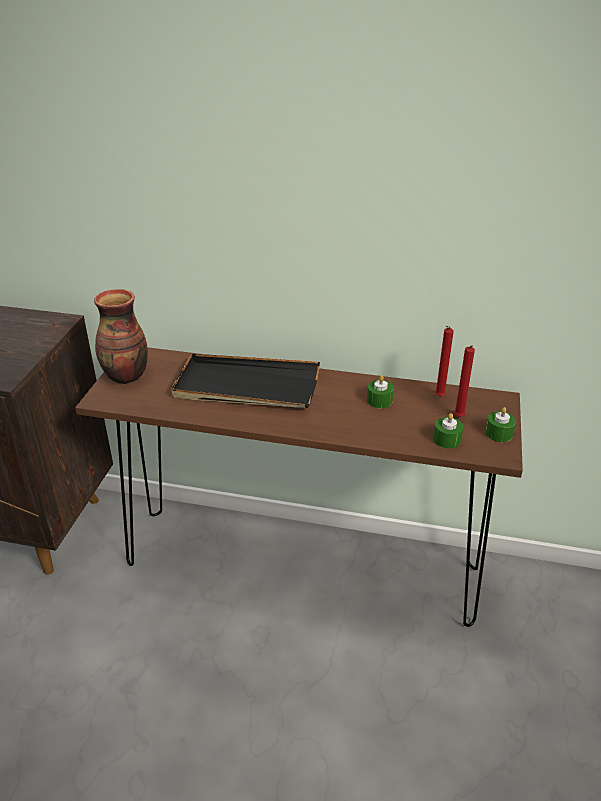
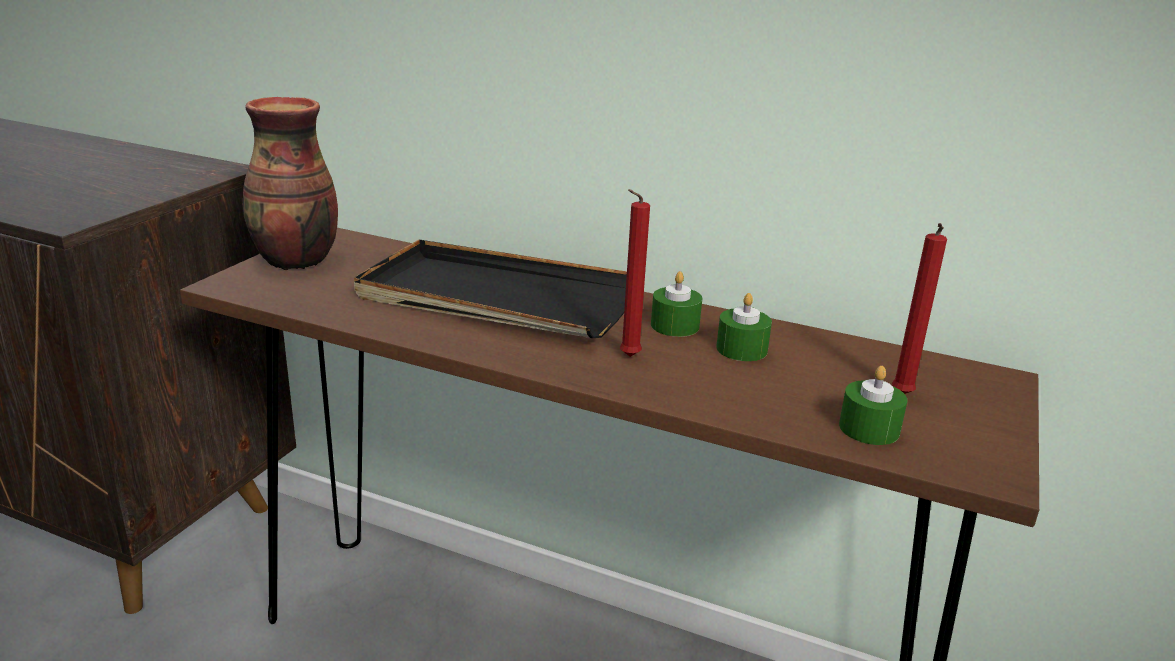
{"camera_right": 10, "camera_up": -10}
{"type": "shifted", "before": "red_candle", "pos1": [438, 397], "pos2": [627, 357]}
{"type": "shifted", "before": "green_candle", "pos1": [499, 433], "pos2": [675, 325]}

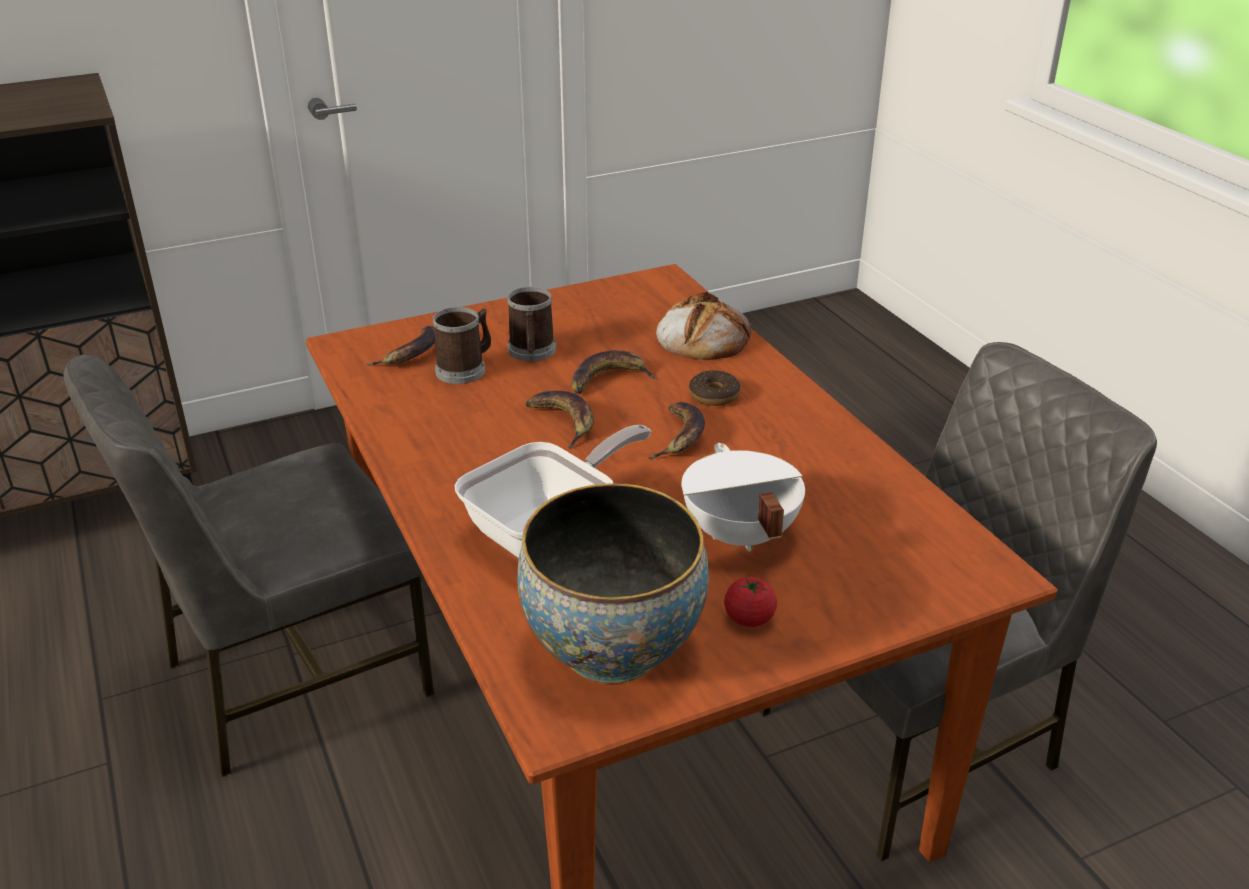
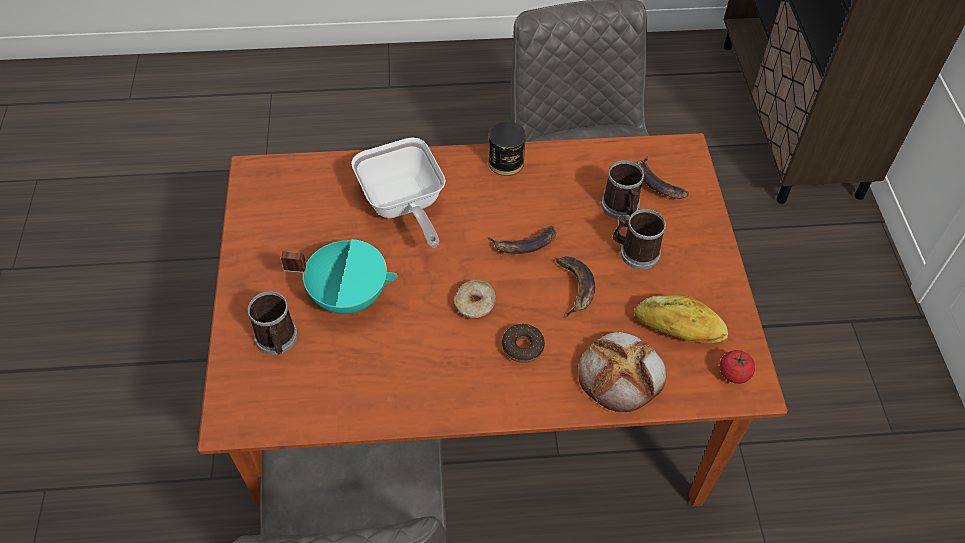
{"camera_right": 110, "camera_up": 20}
{"type": "new", "after": "mug", "pos2": [277, 340]}
{"type": "repainted", "before": "white_cooking_pot", "after": "turquoise_cooking_pot", "pos1": [738, 535], "pos2": [349, 295]}
{"type": "swapped", "before": "banana", "after": "donut", "pos1": [679, 436], "pos2": [475, 304]}
{"type": "new", "after": "can", "pos2": [506, 162]}
{"type": "new", "after": "bread", "pos2": [678, 328]}
{"type": "shifted", "before": "tomato", "pos1": [749, 618], "pos2": [734, 374]}
{"type": "gone", "before": "bowl", "pos1": [612, 649]}

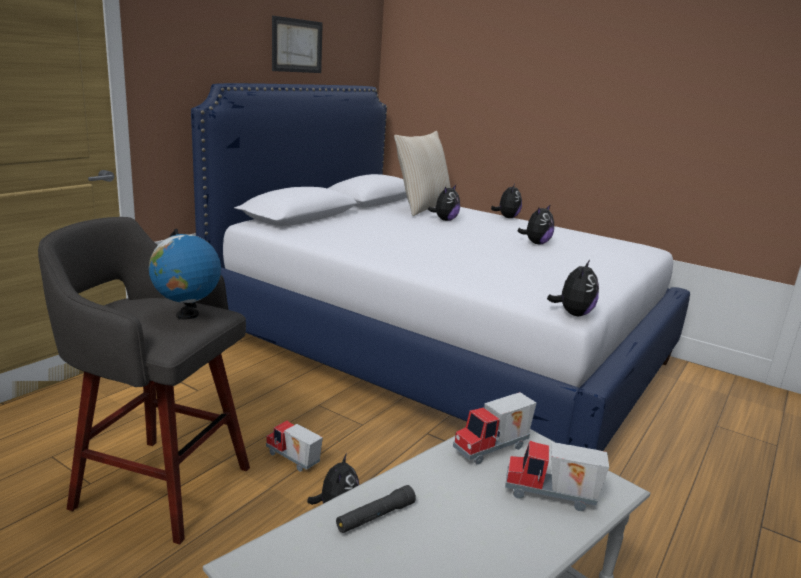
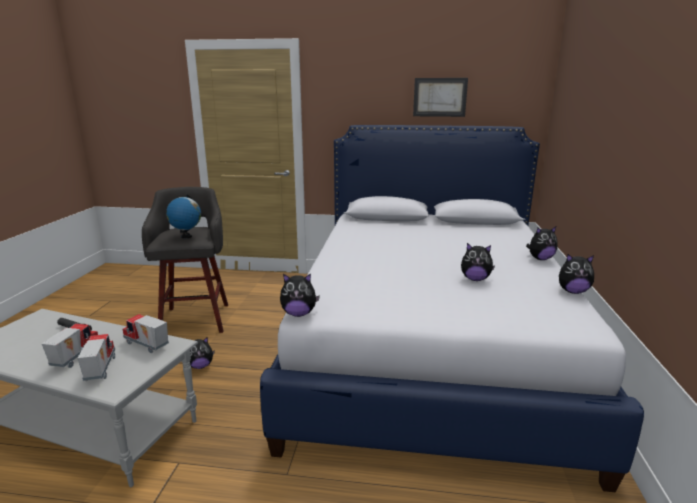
{"camera_right": 65, "camera_up": 0}
{"type": "shifted", "before": "toy_truck", "pos1": [292, 460], "pos2": [74, 357]}
{"type": "shifted", "before": "plush_toy", "pos1": [445, 220], "pos2": [572, 291]}
{"type": "gone", "before": "beige_pillow", "pos1": [422, 208]}

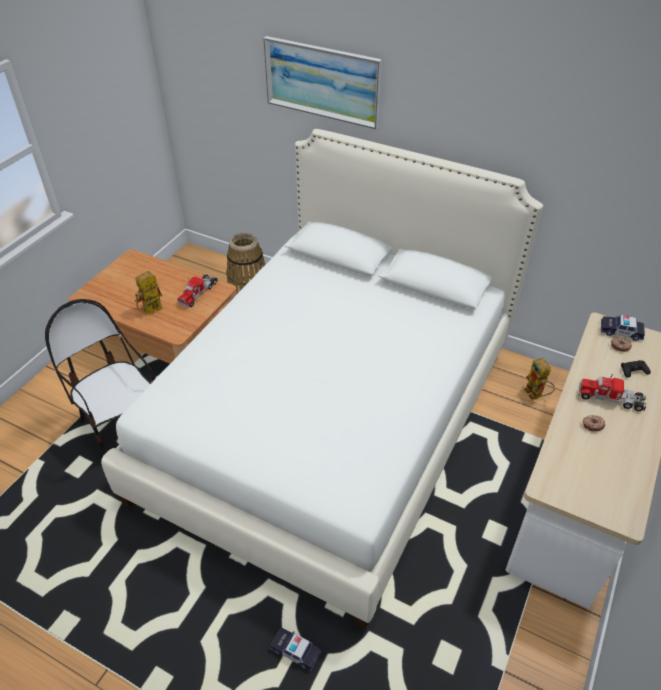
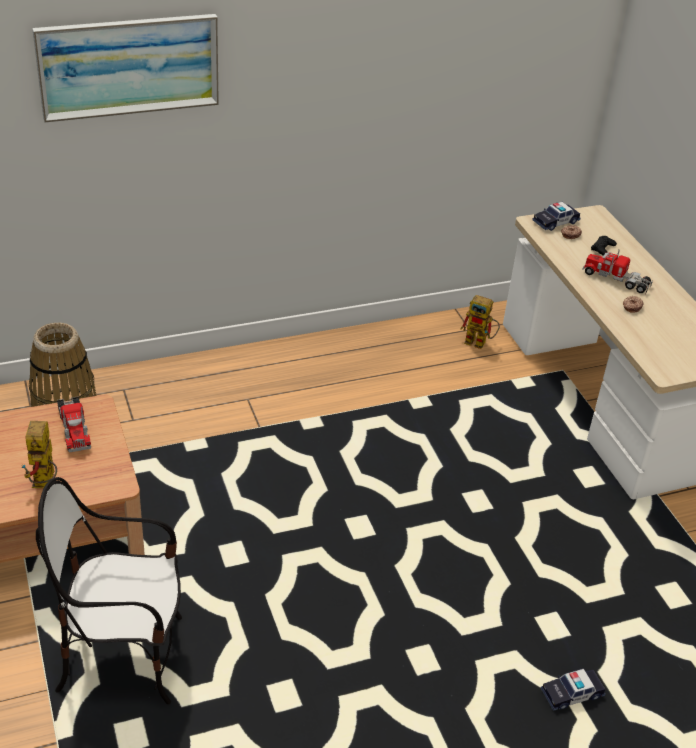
{"camera_right": -50, "camera_up": -5}
{"type": "rotated", "before": "toy_truck", "pos1": [610, 398], "pos2": [616, 279], "turn": 60}
{"type": "gone", "before": "white_bed", "pos1": [331, 421]}

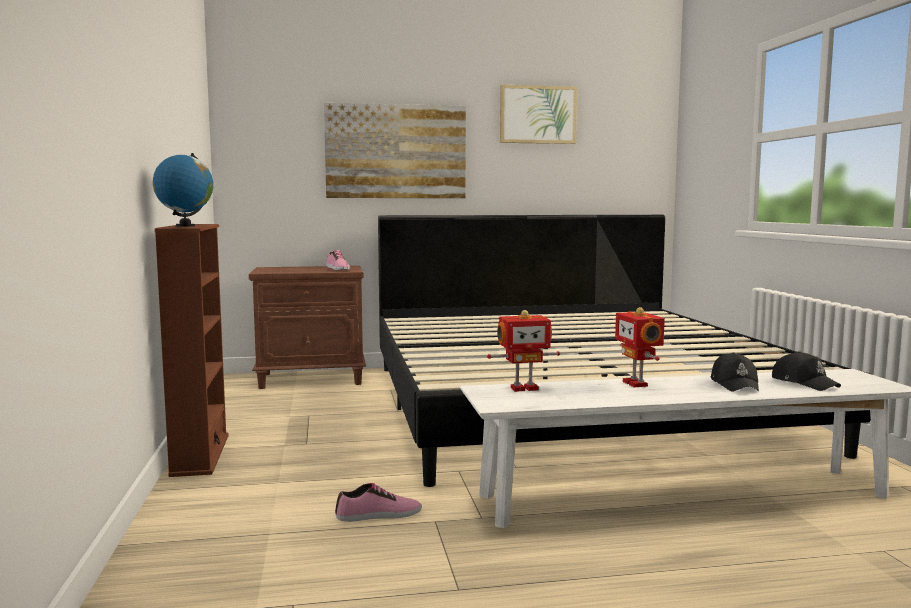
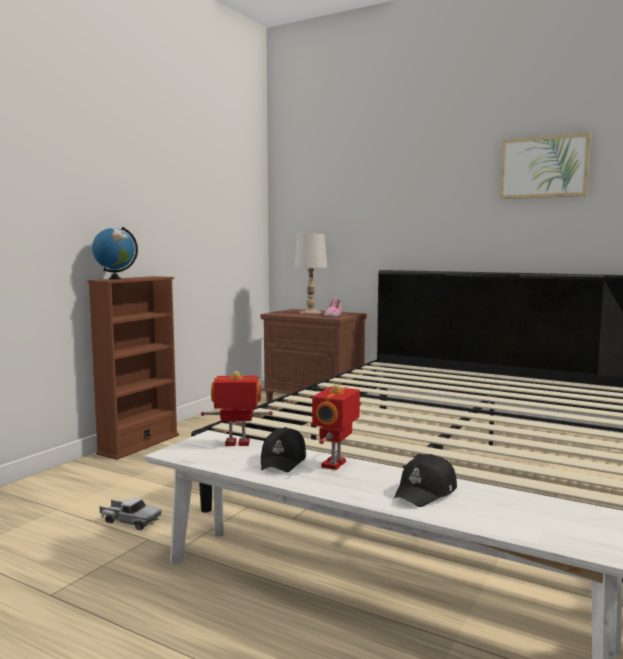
{"camera_right": 40, "camera_up": 0}
{"type": "swapped", "before": "shoe", "after": "toy_truck", "pos1": [379, 515], "pos2": [130, 521]}
{"type": "rotated", "before": "toy_robot", "pos1": [523, 388], "pos2": [237, 444], "turn": 150}
{"type": "shifted", "before": "black_cap", "pos1": [804, 383], "pos2": [284, 461]}
{"type": "new", "after": "white_table_lamp", "pos2": [310, 312]}
{"type": "gone", "before": "picture", "pos1": [396, 151]}

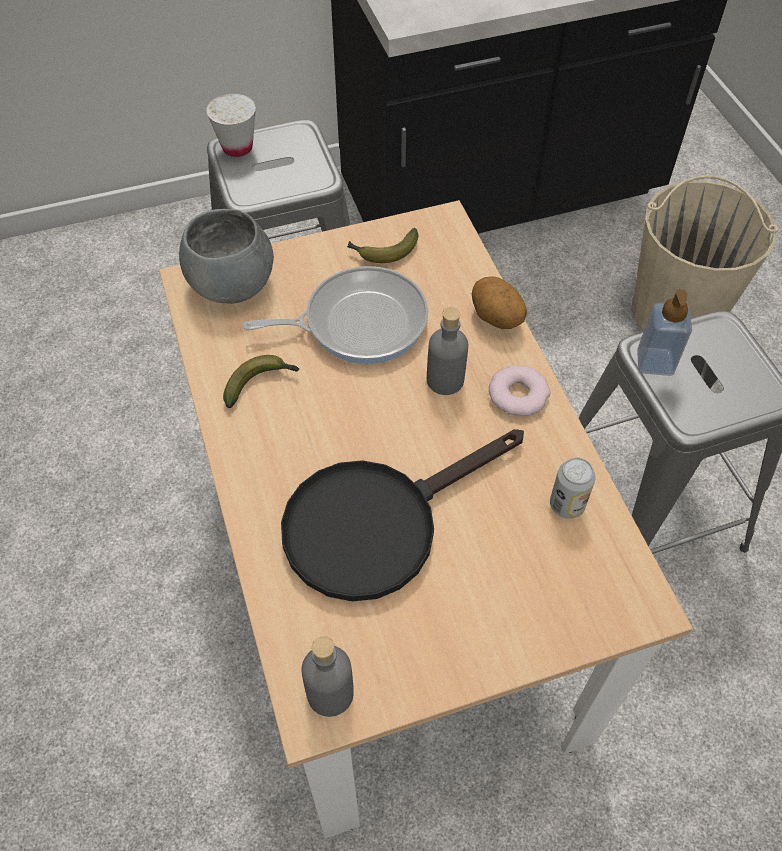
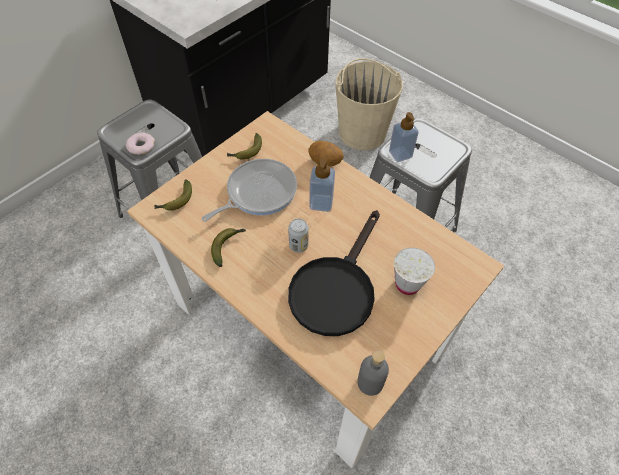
{"camera_right": -30, "camera_up": 0}
{"type": "shifted", "before": "donut", "pos1": [518, 394], "pos2": [141, 146]}
{"type": "swapped", "before": "grey_bowl", "after": "banana", "pos1": [233, 284], "pos2": [176, 201]}
{"type": "shifted", "before": "can", "pos1": [567, 505], "pos2": [298, 245]}
{"type": "swapped", "before": "grey_bottle", "after": "soap_dispenser", "pos1": [445, 380], "pos2": [321, 203]}
{"type": "shifted", "before": "white_cup", "pos1": [237, 147], "pos2": [407, 284]}

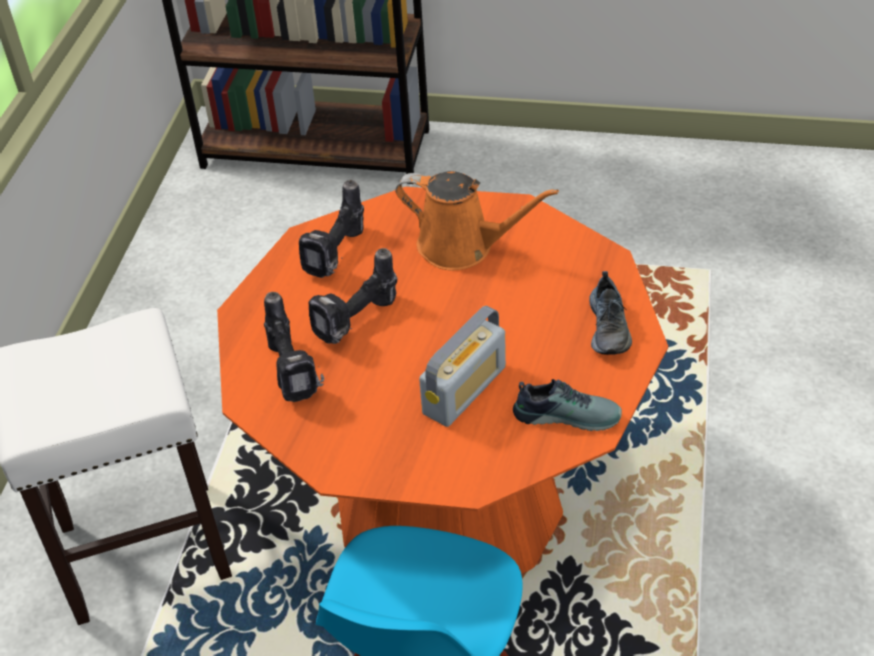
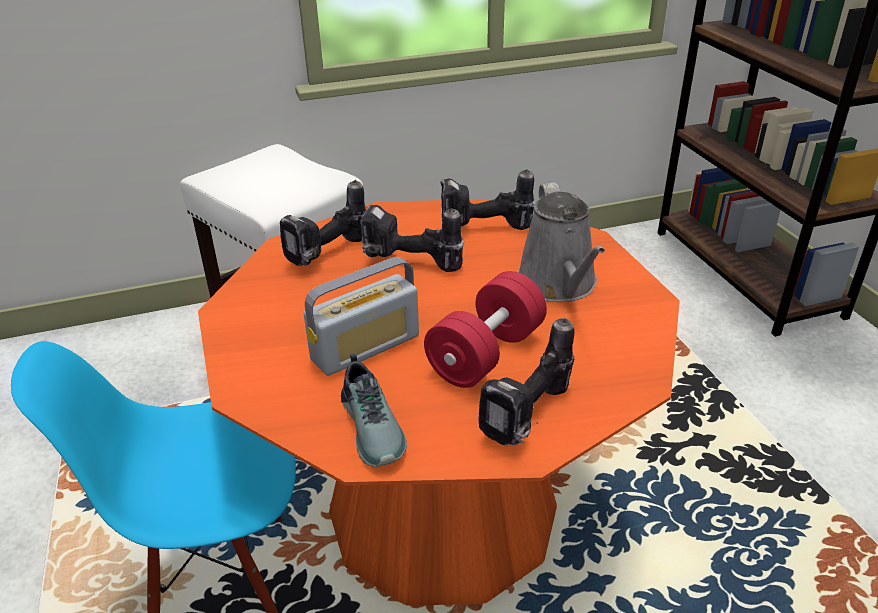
{"camera_right": 60, "camera_up": -10}
{"type": "rotated", "before": "radio", "pos1": [464, 390], "pos2": [366, 347], "turn": -45}
{"type": "new", "after": "red_dumbbell", "pos2": [486, 354]}
{"type": "swapped", "before": "shoe", "after": "power_drill", "pos1": [610, 327], "pos2": [531, 418]}
{"type": "repainted", "before": "orange_watering_can", "after": "grey_watering_can", "pos1": [462, 247], "pos2": [559, 285]}

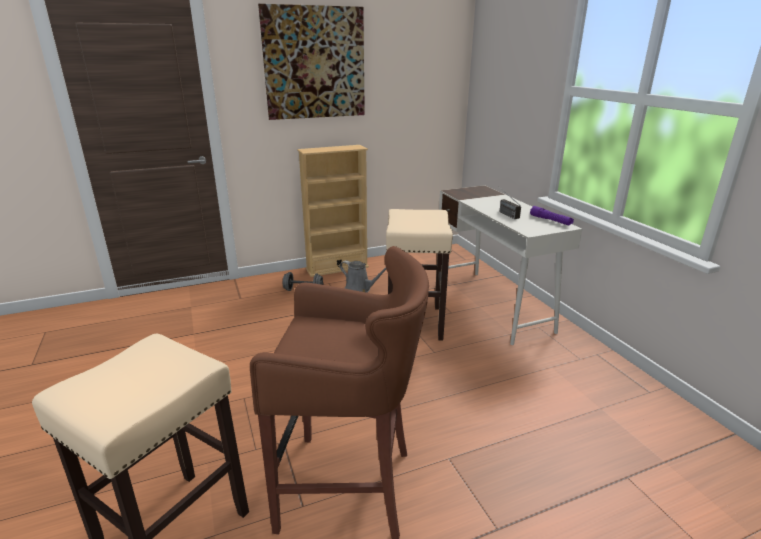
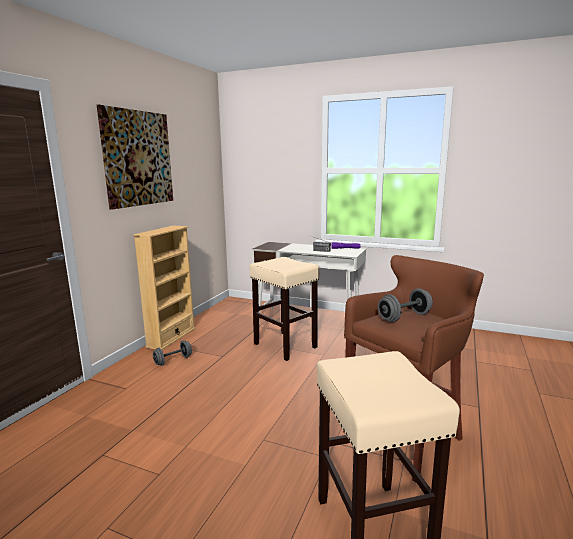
{"camera_right": -45, "camera_up": -10}
{"type": "new", "after": "grey_dumbbell", "pos2": [404, 317]}
{"type": "gone", "before": "grey_watering_can", "pos1": [360, 289]}

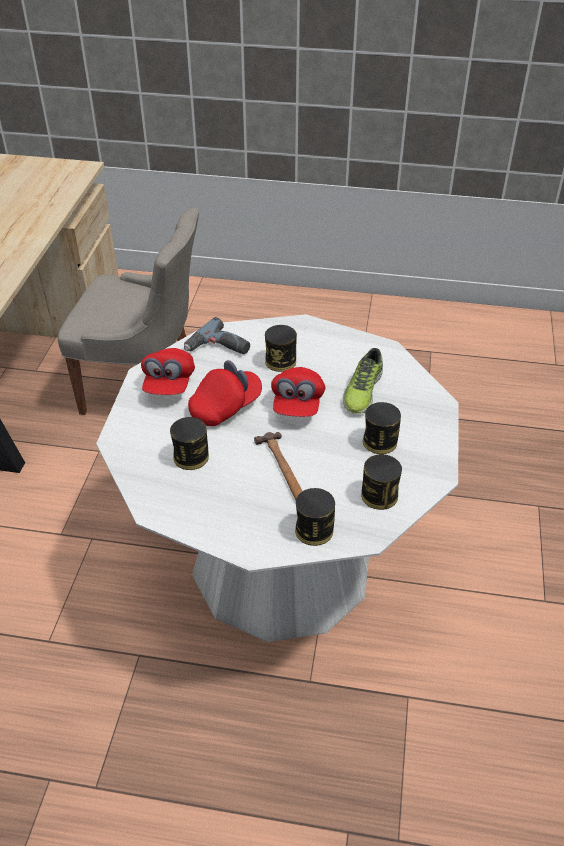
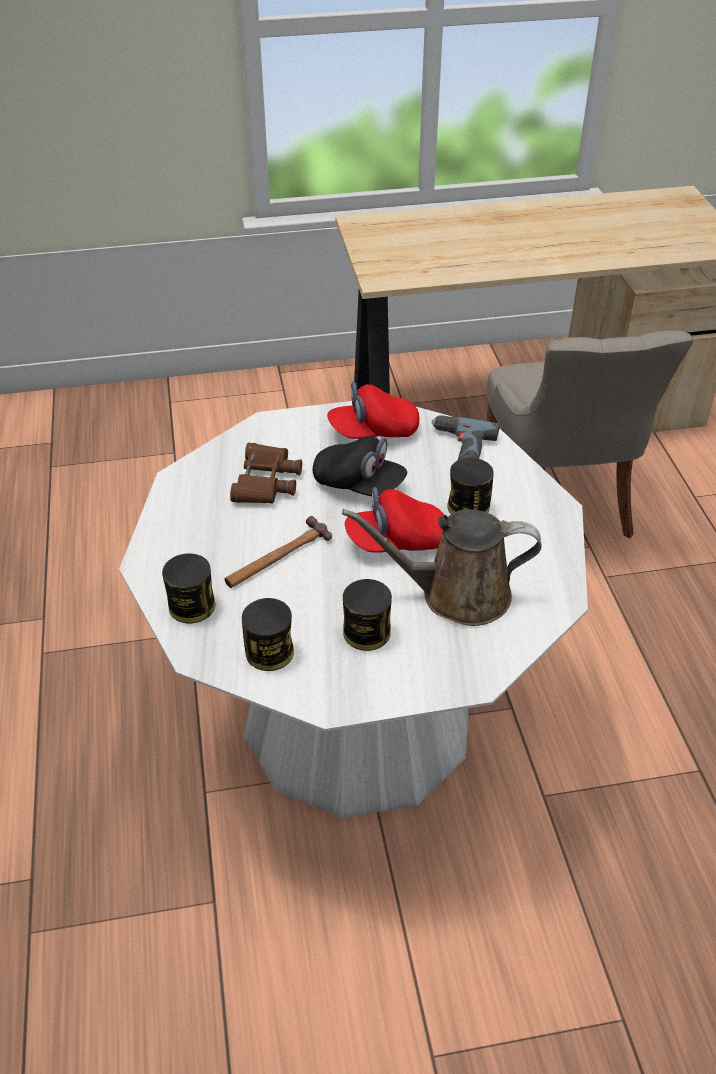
{"camera_right": 70, "camera_up": 0}
{"type": "swapped", "before": "can", "after": "brown_binoculars", "pos1": [191, 457], "pos2": [265, 481]}
{"type": "repainted", "before": "red_cap", "after": "black_cap", "pos1": [226, 407], "pos2": [359, 484]}
{"type": "swapped", "before": "shoe", "after": "brown_watering_can", "pos1": [362, 391], "pos2": [456, 594]}

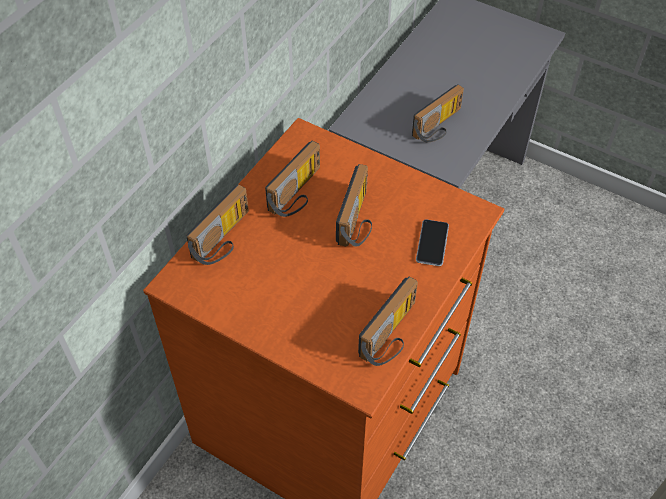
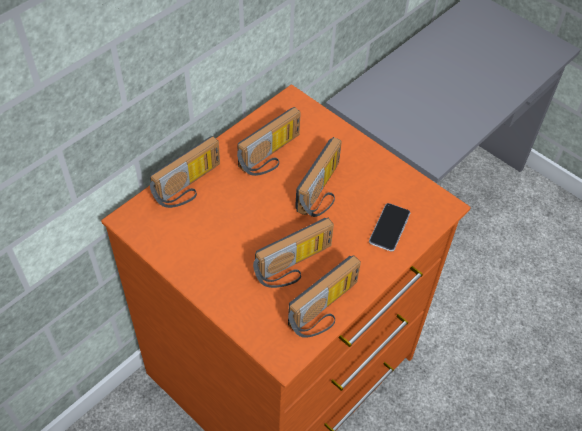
{"camera_right": 10, "camera_up": 0}
{"type": "shifted", "before": "radio", "pos1": [439, 126], "pos2": [295, 267]}

